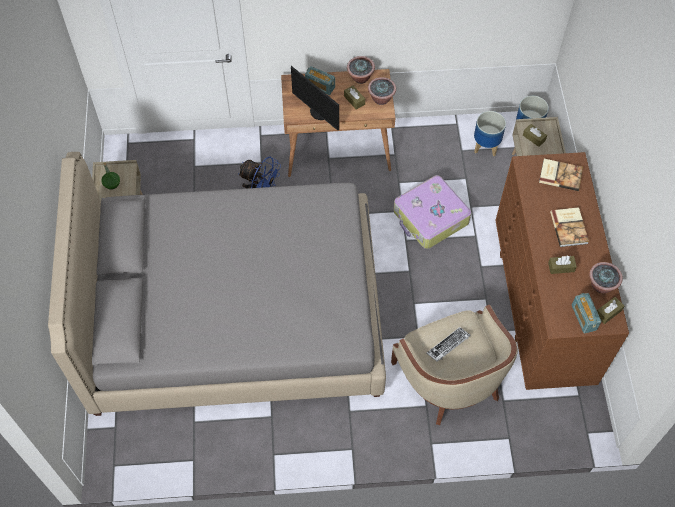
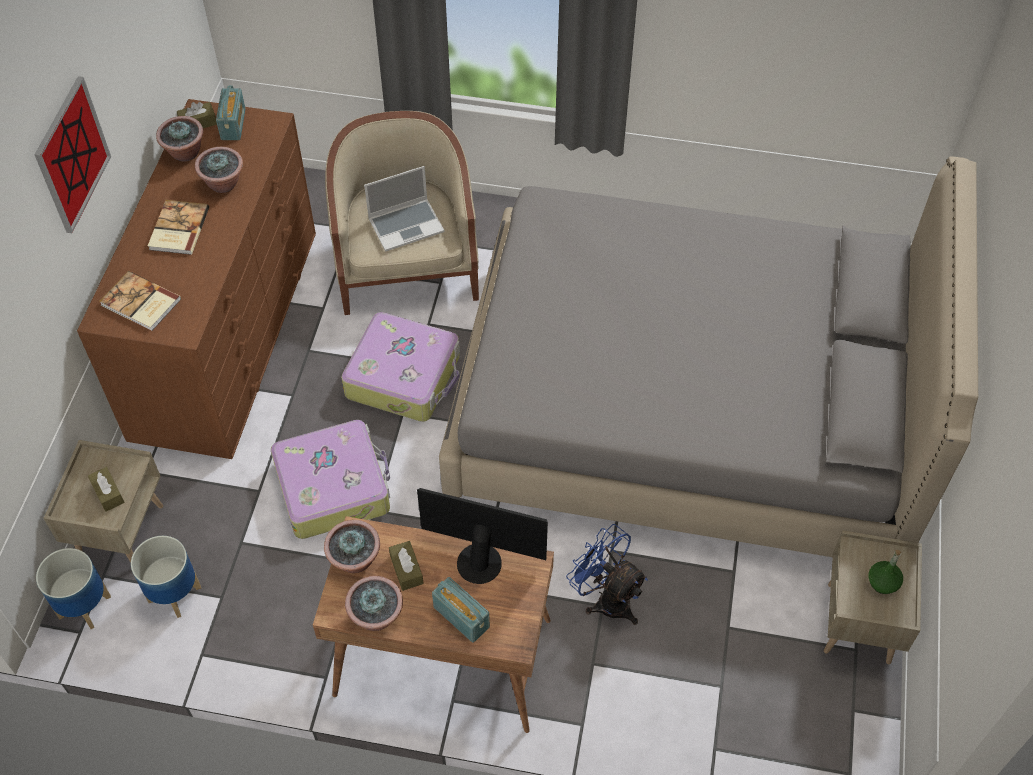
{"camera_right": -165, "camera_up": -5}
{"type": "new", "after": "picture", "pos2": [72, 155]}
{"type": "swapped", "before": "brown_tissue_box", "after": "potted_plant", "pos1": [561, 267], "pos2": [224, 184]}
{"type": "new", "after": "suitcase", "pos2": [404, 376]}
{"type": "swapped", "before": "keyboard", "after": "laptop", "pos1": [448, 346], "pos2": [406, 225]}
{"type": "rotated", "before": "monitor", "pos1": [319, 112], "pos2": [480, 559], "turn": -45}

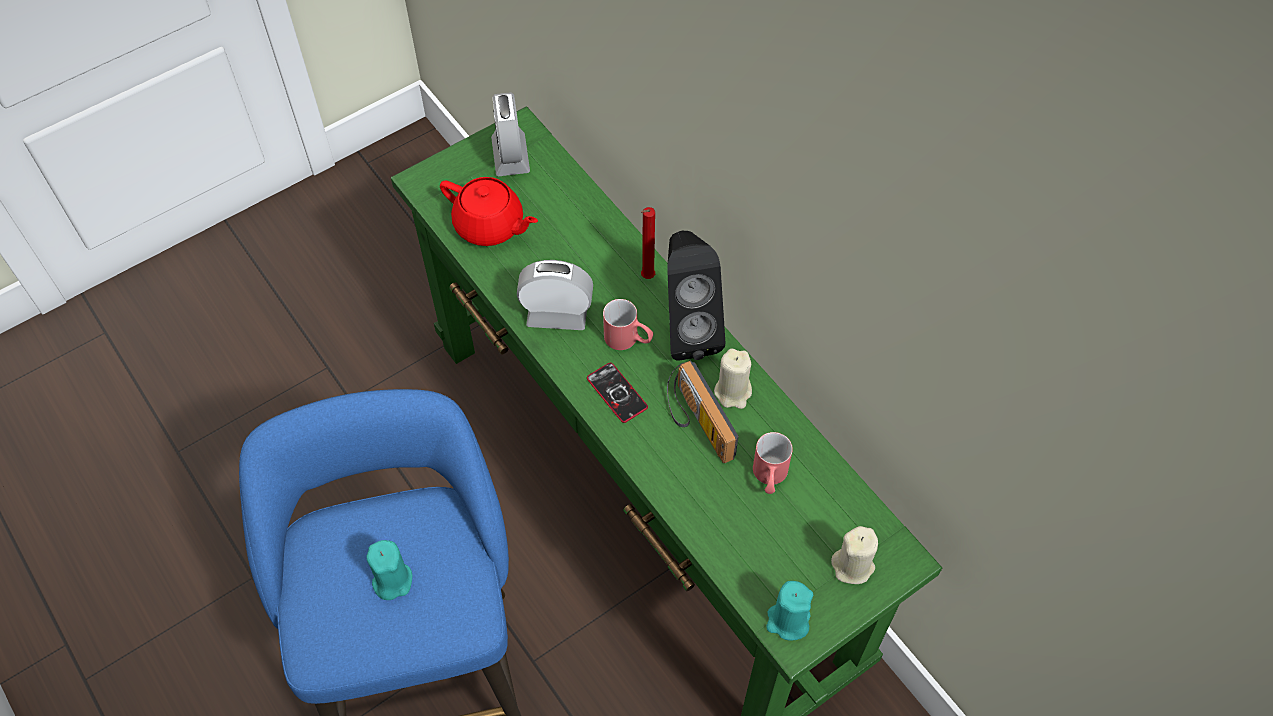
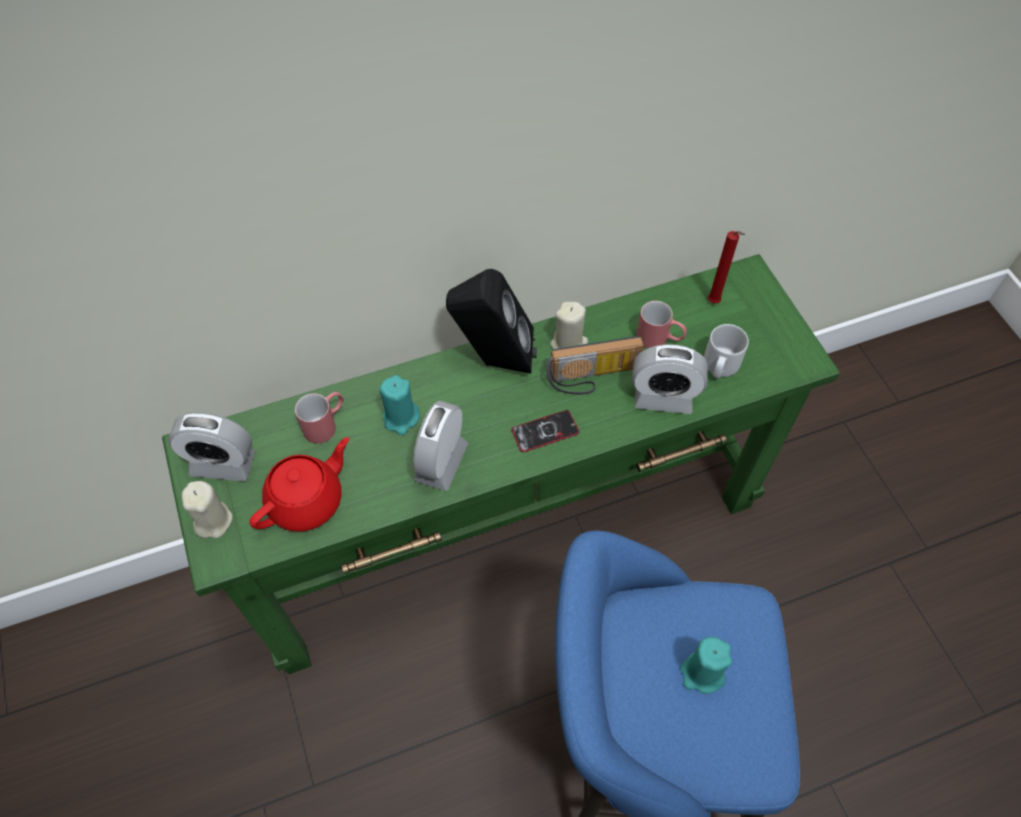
{"camera_right": -75, "camera_up": 0}
{"type": "shifted", "before": "beige_candle", "pos1": [853, 566], "pos2": [213, 520]}
{"type": "shifted", "before": "red_mug", "pos1": [628, 340], "pos2": [326, 424]}
{"type": "shifted", "before": "turquoise_candle", "pos1": [788, 621], "pos2": [401, 418]}
{"type": "new", "after": "alarm_clock", "pos2": [663, 397]}
{"type": "new", "after": "grey_mug", "pos2": [719, 366]}
{"type": "shifted", "before": "red_candle", "pos1": [646, 278], "pos2": [714, 303]}

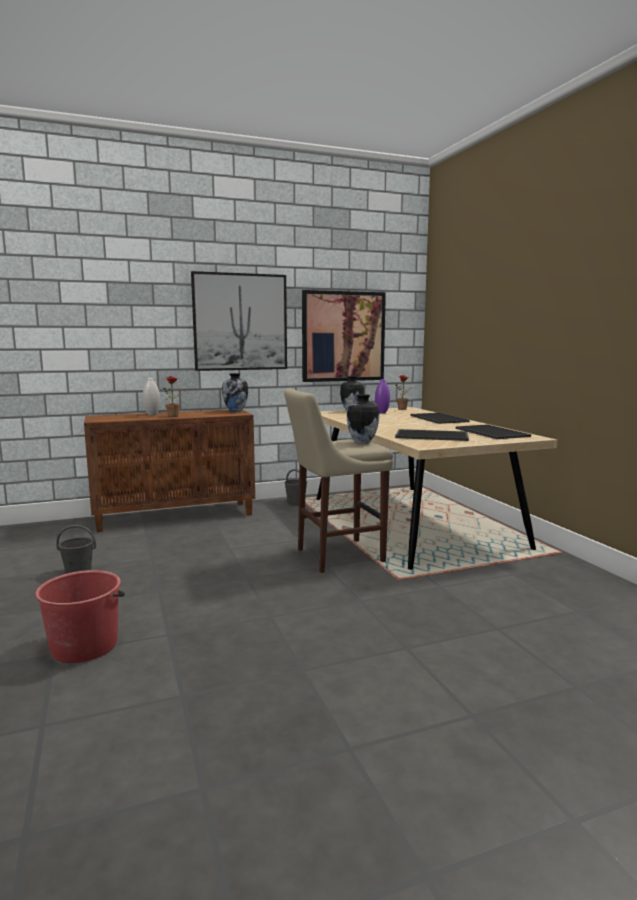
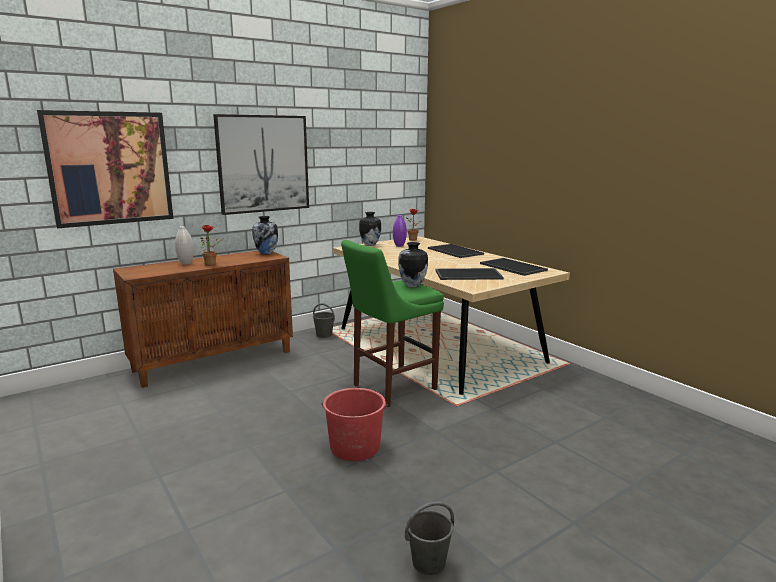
{"camera_right": -15, "camera_up": 5}
{"type": "shifted", "before": "picture", "pos1": [343, 336], "pos2": [110, 168]}
{"type": "shifted", "before": "red_bucket", "pos1": [85, 646], "pos2": [355, 447]}
{"type": "repainted", "before": "beige_stool", "after": "green_stool", "pos1": [335, 556], "pos2": [391, 388]}
{"type": "shifted", "before": "grey_bucket", "pos1": [79, 572], "pos2": [429, 562]}

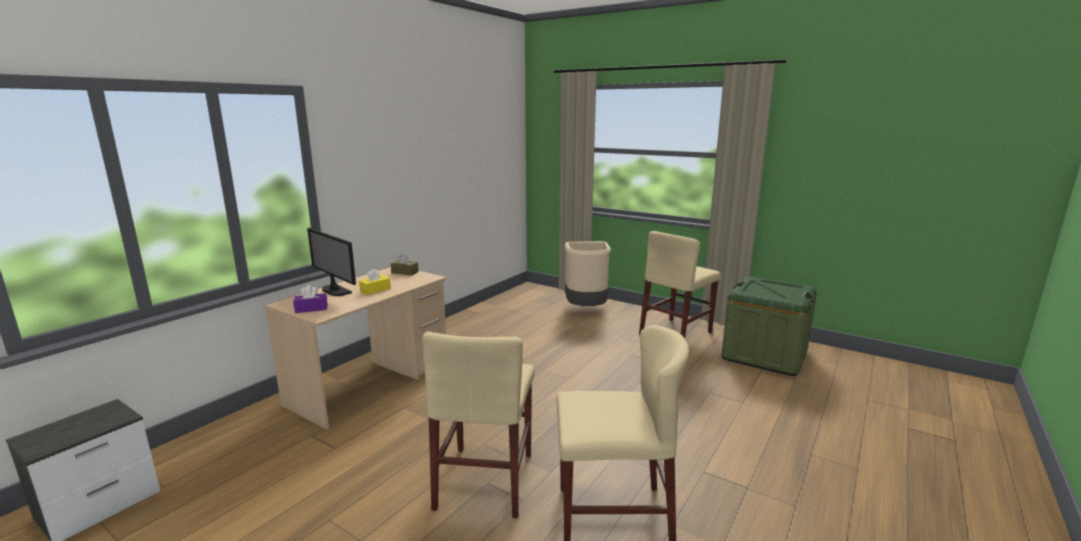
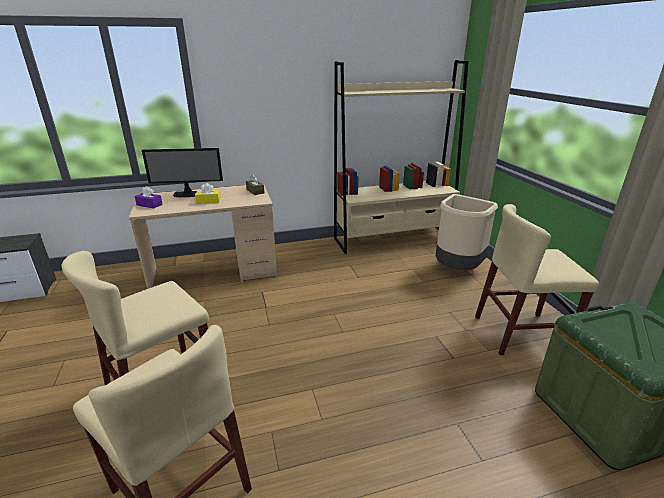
{"camera_right": 40, "camera_up": 10}
{"type": "rotated", "before": "monitor", "pos1": [335, 291], "pos2": [188, 194], "turn": -90}
{"type": "new", "after": "beige_bookcase", "pos2": [394, 239]}

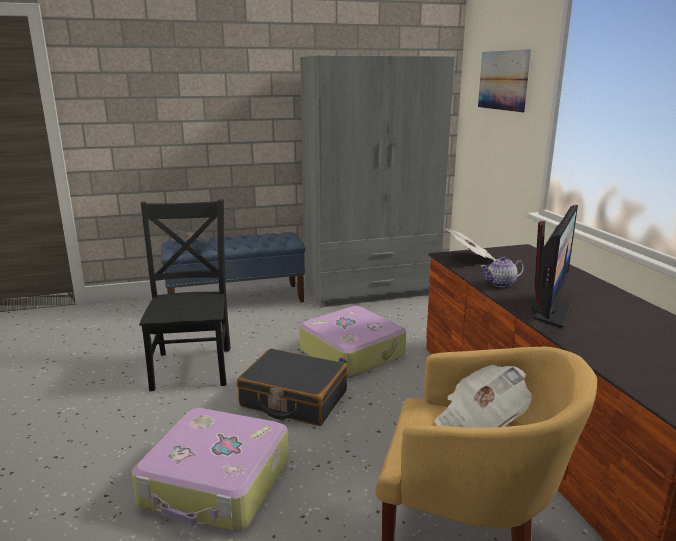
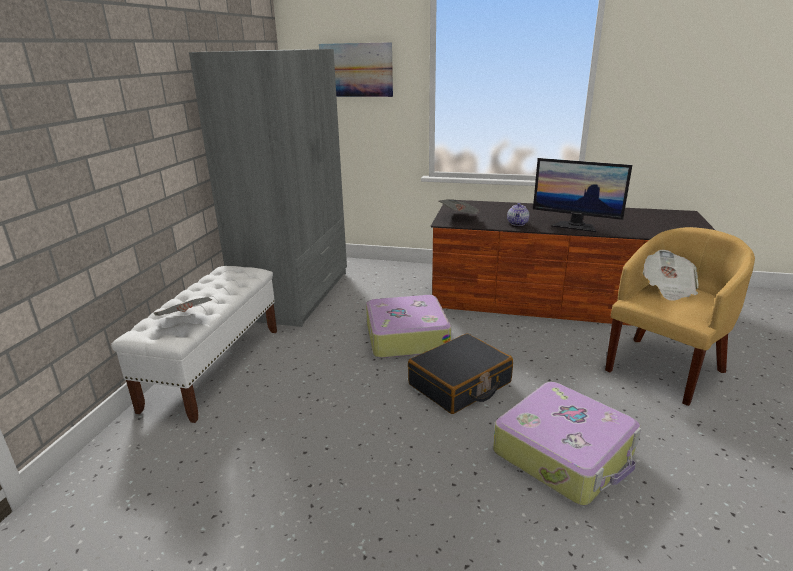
{"camera_right": -60, "camera_up": 5}
{"type": "repainted", "before": "blue_bench", "after": "white_bench", "pos1": [236, 300], "pos2": [215, 367]}
{"type": "rotated", "before": "monitor", "pos1": [549, 312], "pos2": [575, 226], "turn": 150}
{"type": "gone", "before": "black_chair", "pos1": [193, 366]}

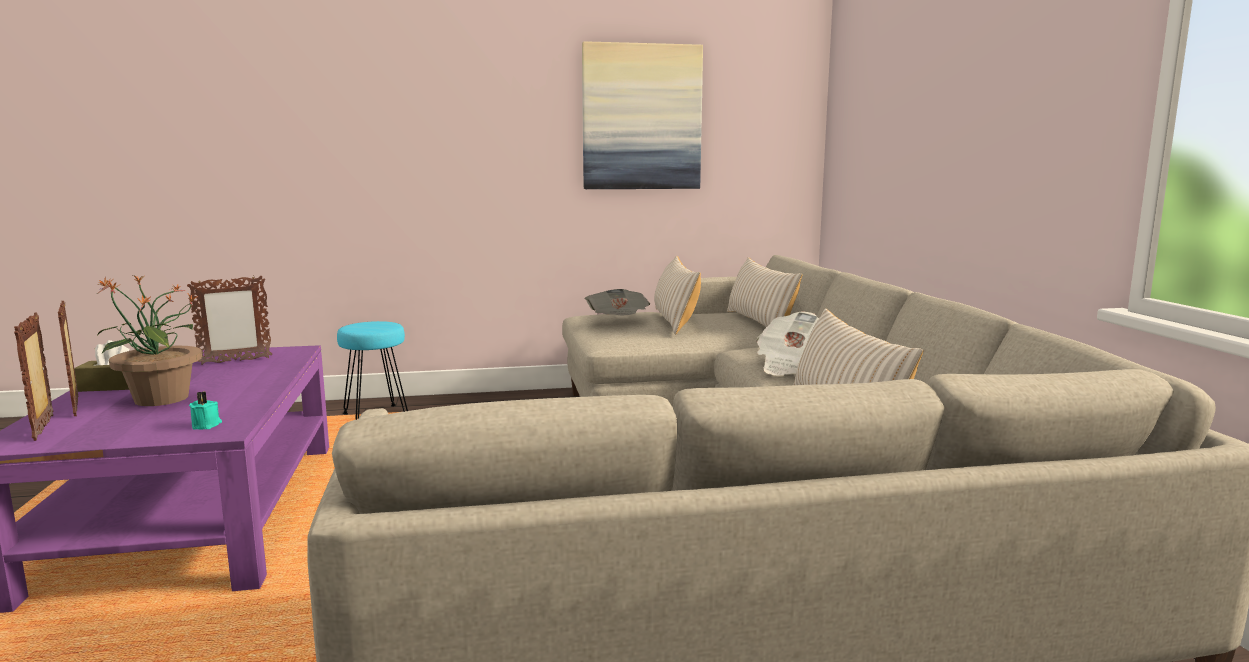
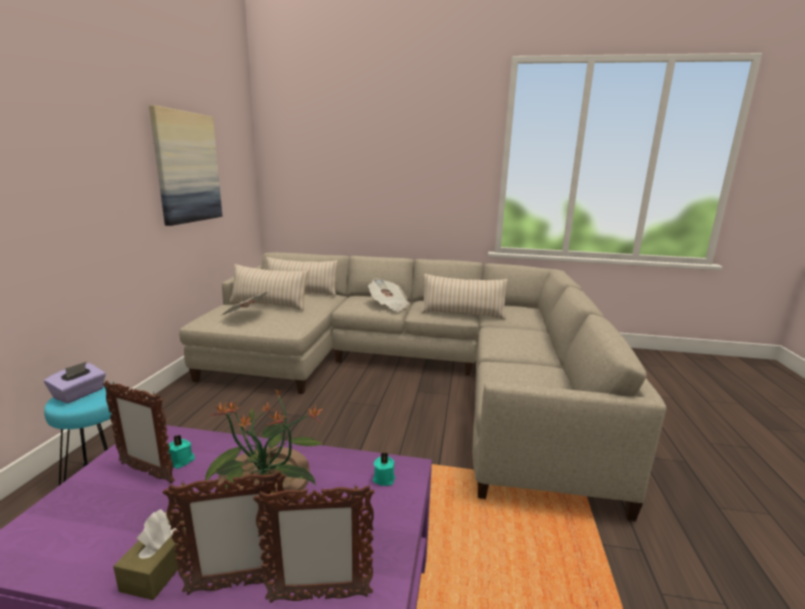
{"camera_right": -70, "camera_up": 5}
{"type": "new", "after": "purple_tissue_box", "pos2": [80, 394]}
{"type": "rotated", "before": "picture_frame", "pos1": [235, 361], "pos2": [146, 472], "turn": 120}
{"type": "new", "after": "turquoise_candle", "pos2": [182, 461]}

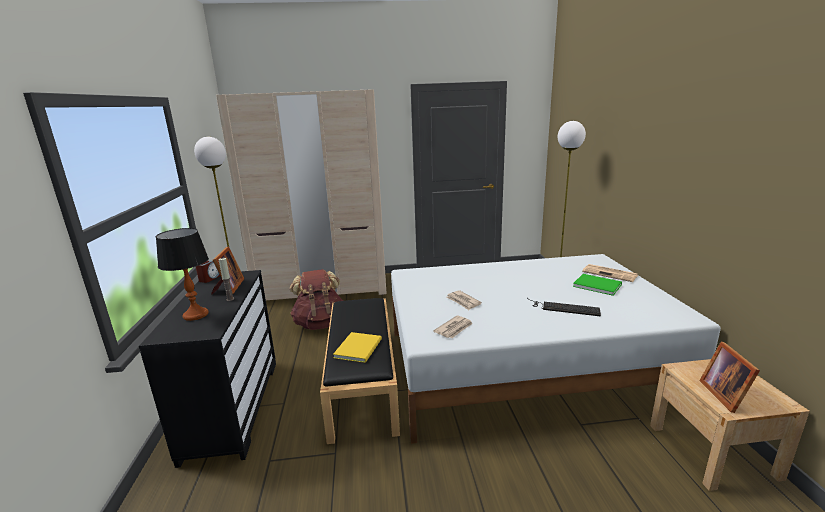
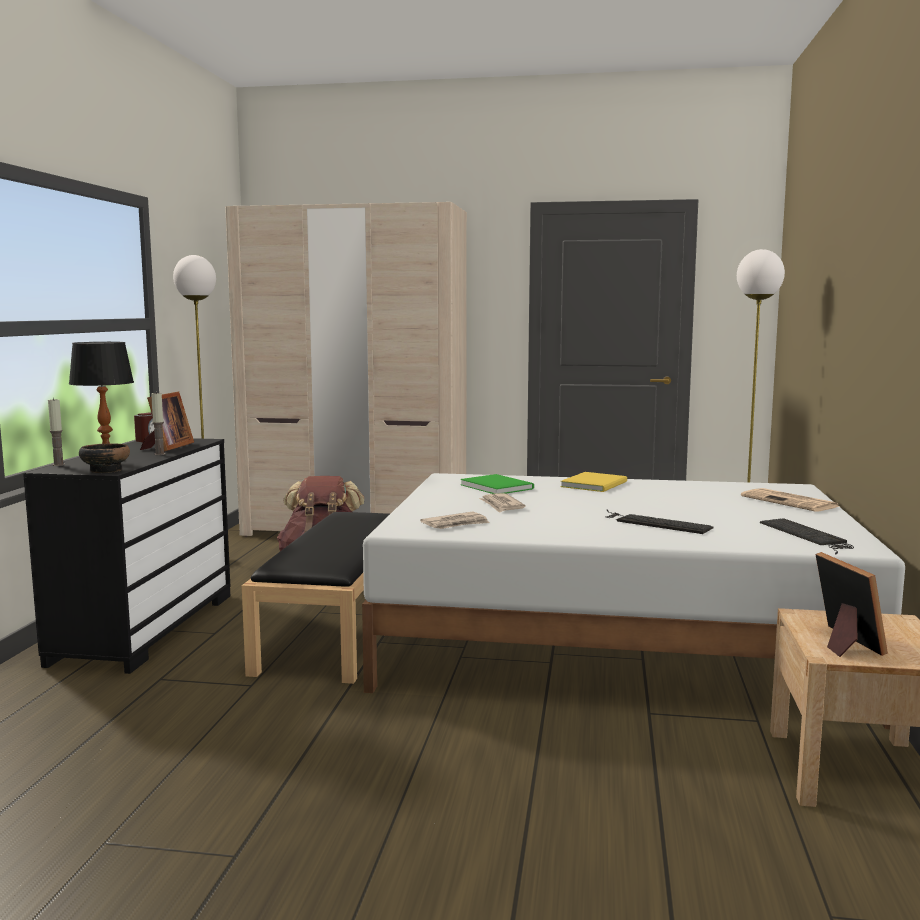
{"camera_right": 15, "camera_up": -10}
{"type": "new", "after": "candle", "pos2": [58, 465]}
{"type": "new", "after": "bowl", "pos2": [105, 470]}
{"type": "shifted", "before": "green_book", "pos1": [596, 285], "pos2": [496, 486]}
{"type": "shifted", "before": "yellow_book", "pos1": [360, 348], "pos2": [596, 484]}
{"type": "new", "after": "keyboard", "pos2": [808, 536]}
{"type": "rotated", "before": "picture_frame", "pos1": [725, 394], "pos2": [843, 643], "turn": 150}

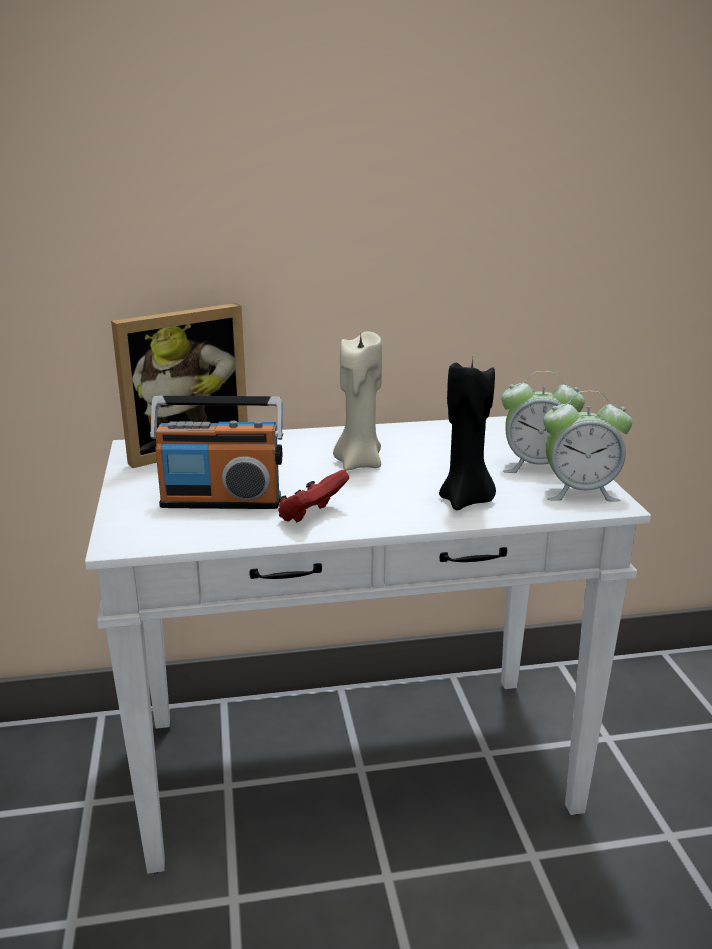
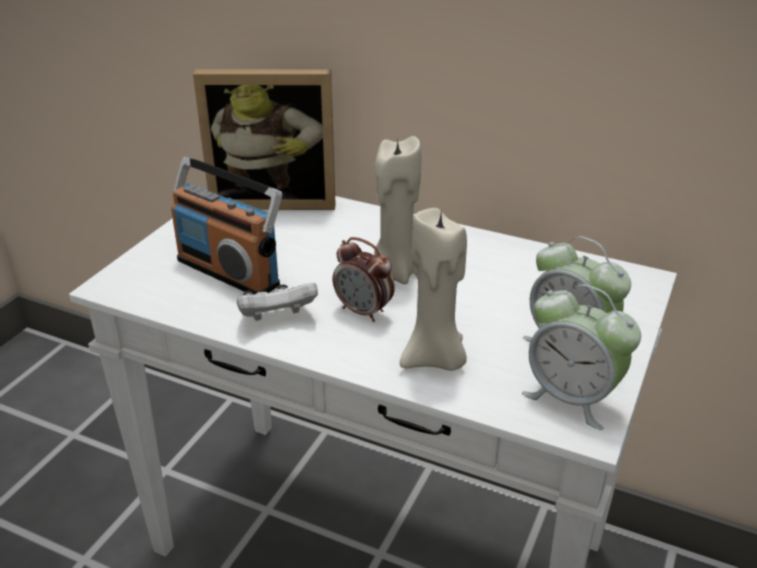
{"camera_right": 35, "camera_up": 10}
{"type": "repainted", "before": "red_game_controller", "after": "white_game_controller", "pos1": [311, 516], "pos2": [277, 318]}
{"type": "new", "after": "alarm_clock", "pos2": [364, 311]}
{"type": "repainted", "before": "black_candle", "after": "beige_candle", "pos1": [466, 501], "pos2": [435, 359]}

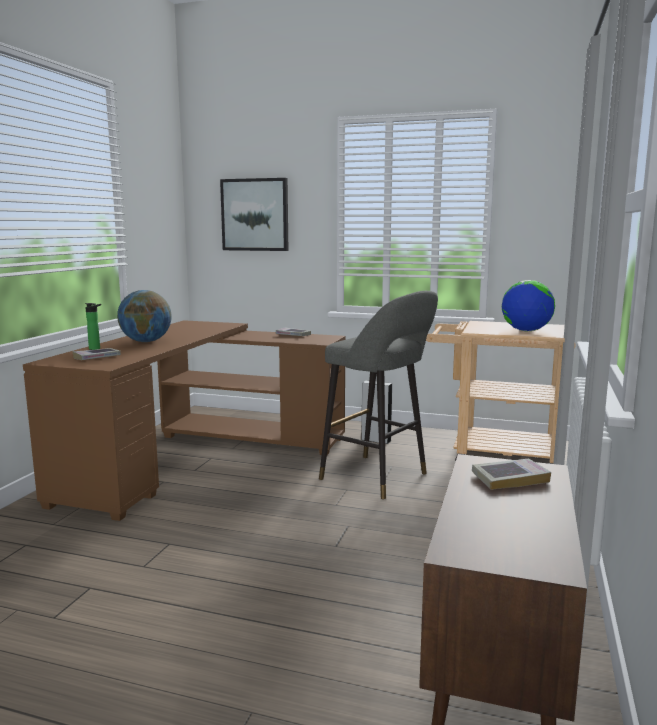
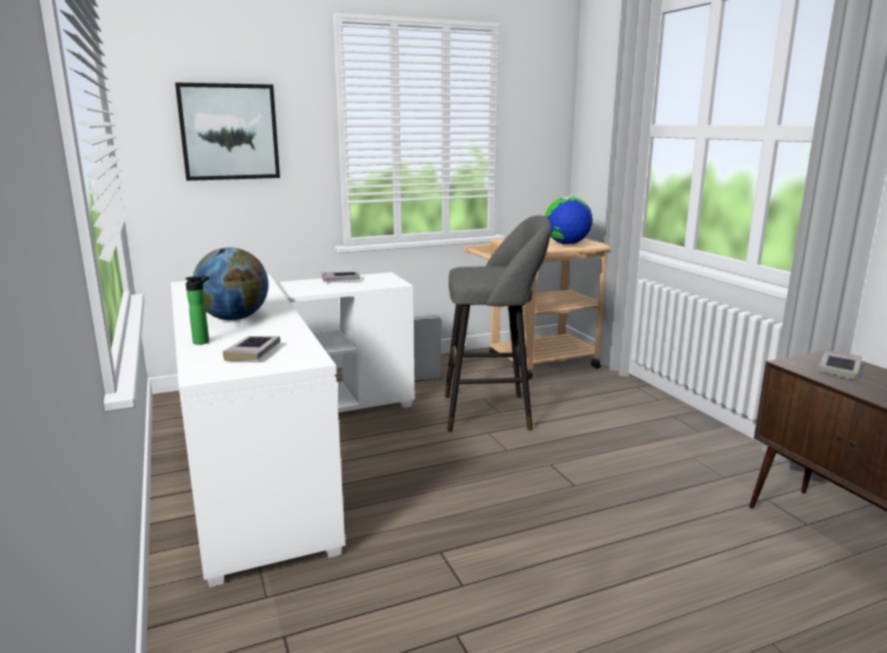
{"camera_right": -40, "camera_up": 5}
{"type": "repainted", "before": "brown_desk", "after": "white_desk", "pos1": [197, 456], "pos2": [281, 451]}

